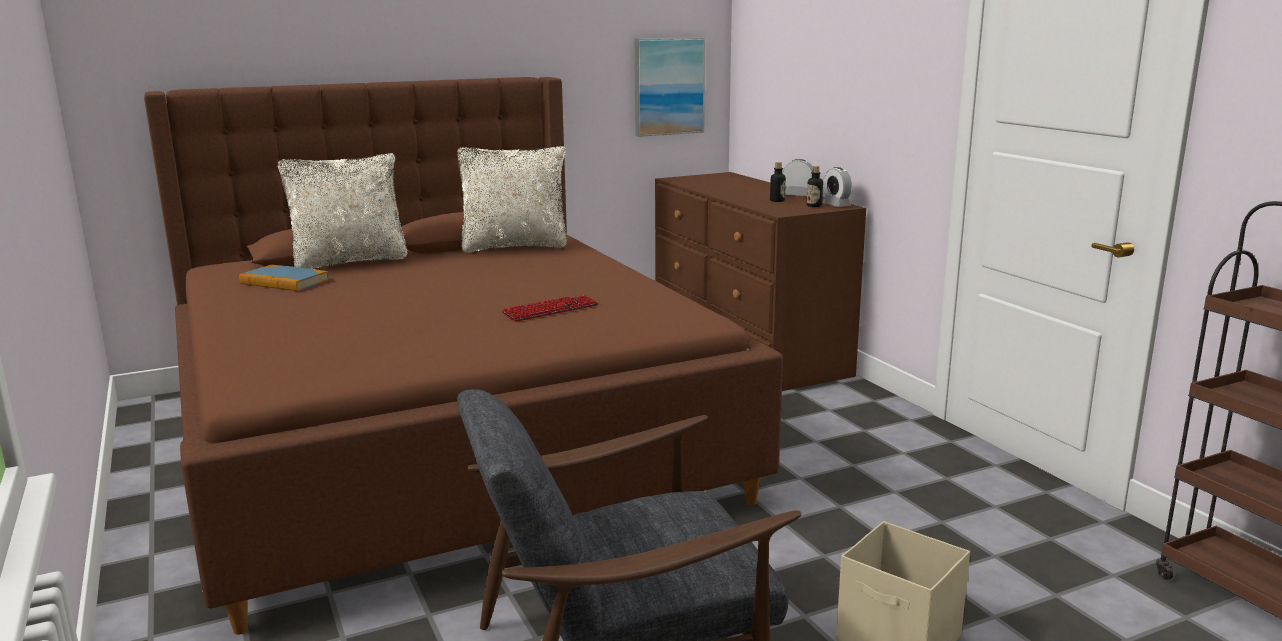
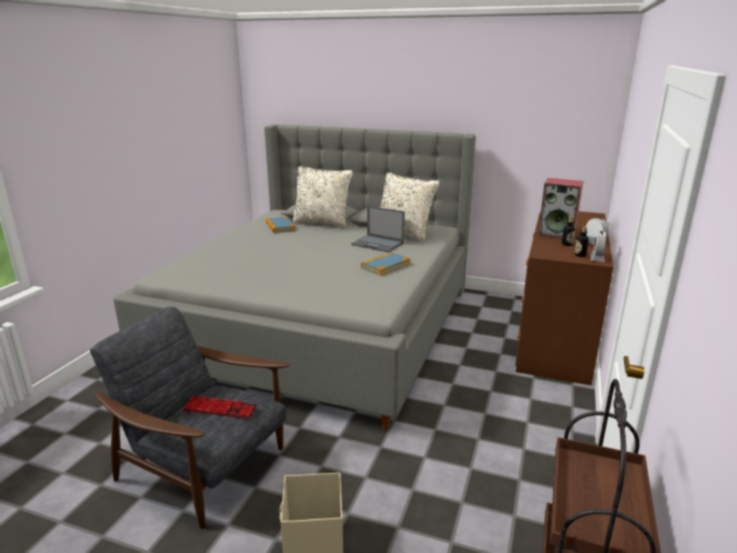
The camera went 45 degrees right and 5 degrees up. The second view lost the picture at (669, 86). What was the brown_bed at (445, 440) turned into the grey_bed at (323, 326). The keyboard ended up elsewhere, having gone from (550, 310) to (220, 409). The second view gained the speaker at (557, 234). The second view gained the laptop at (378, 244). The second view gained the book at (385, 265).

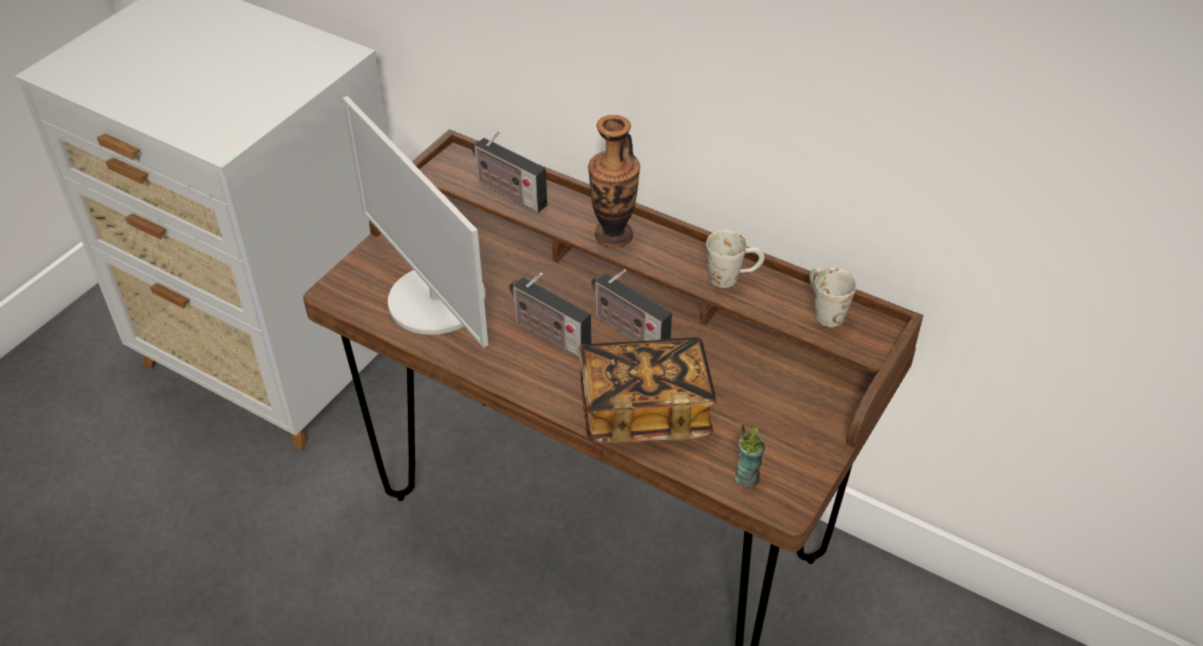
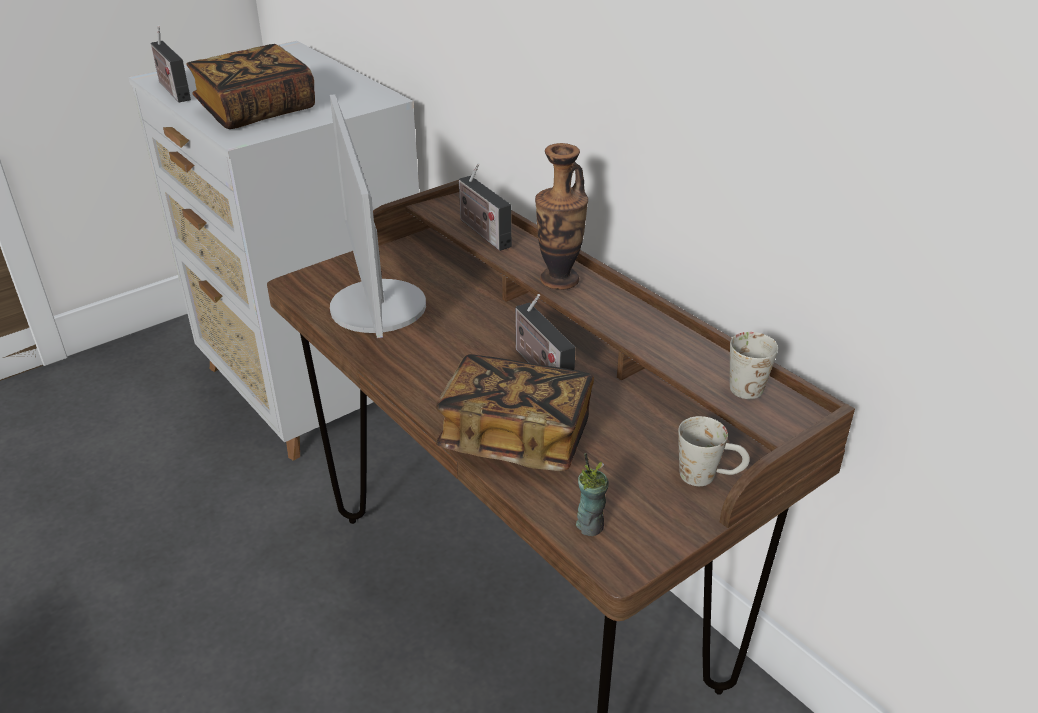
The camera went 20 degrees right and 10 degrees down. The white_mug ended up elsewhere, having gone from (732, 277) to (709, 476). The radio ended up elsewhere, having gone from (548, 334) to (172, 90). The second view gained the book at (256, 110).

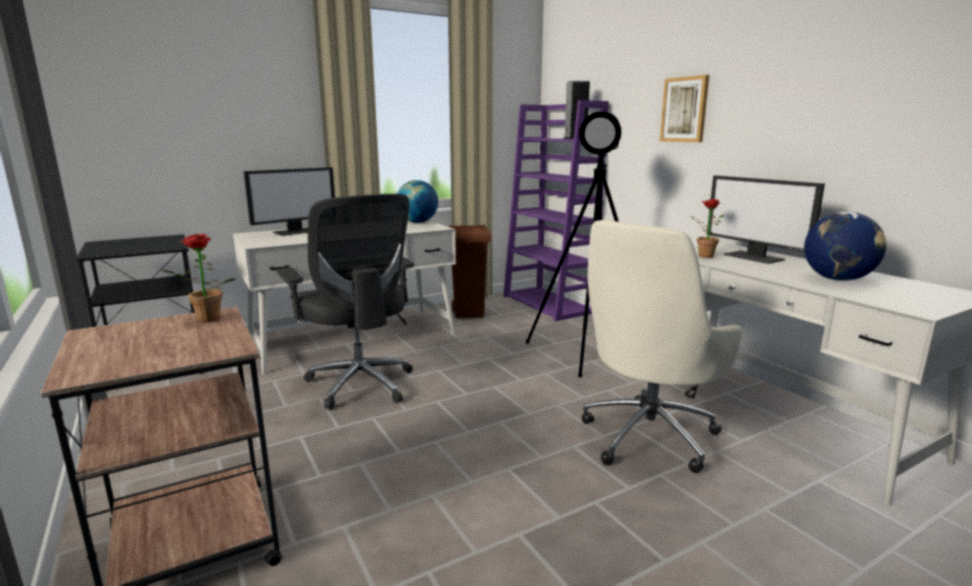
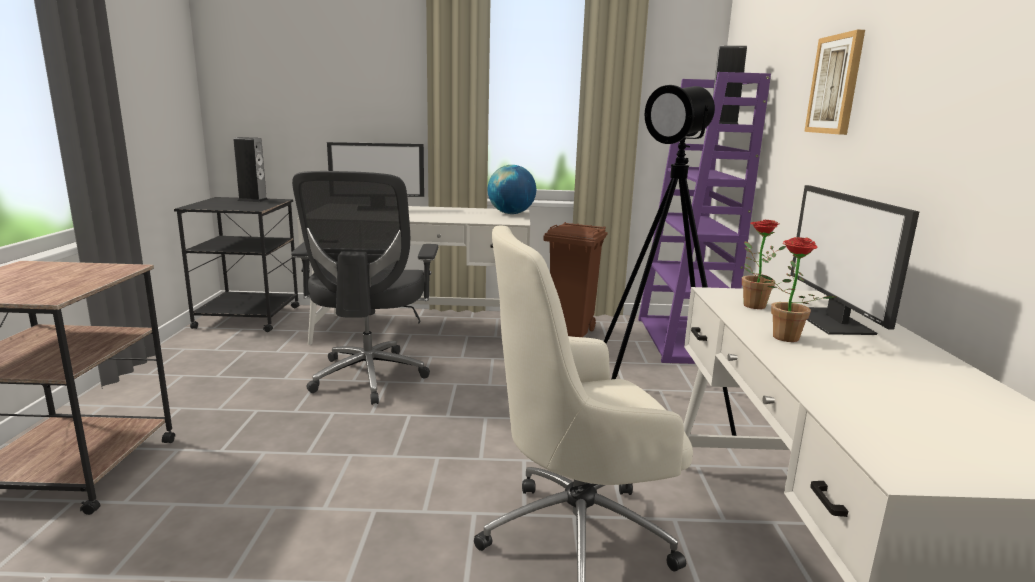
The camera went 30 degrees right and 0 degrees up. The second view lost the globe at (838, 279). The potted_plant ended up elsewhere, having gone from (205, 320) to (782, 339). The second view gained the speaker at (253, 200).

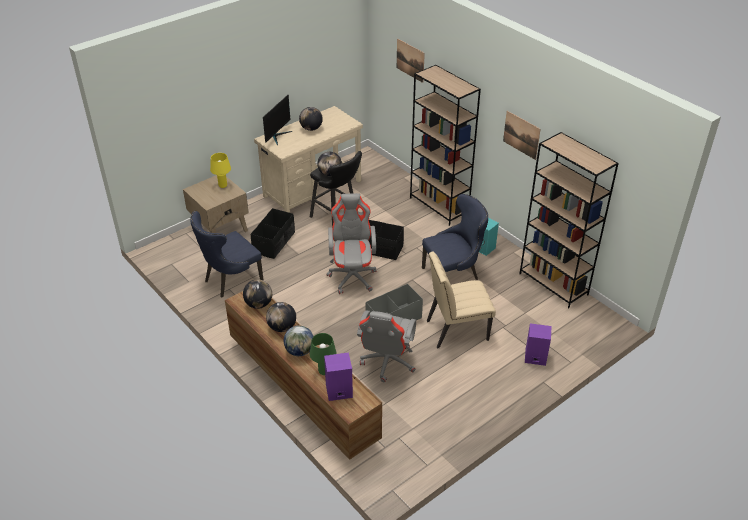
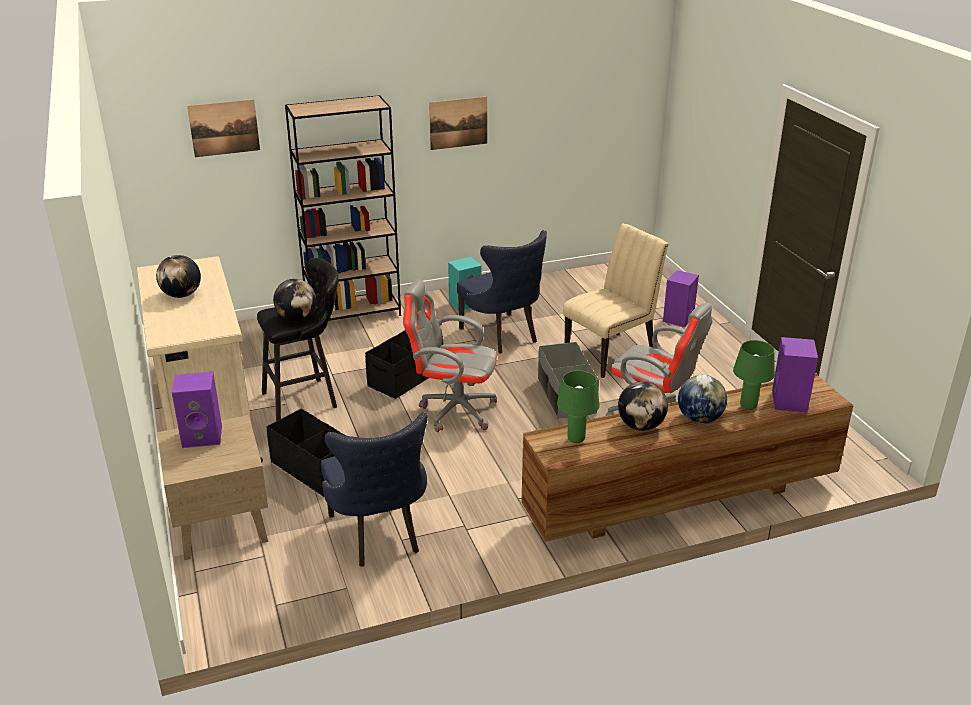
The camera went 70 degrees left and 10 degrees down. The second view lost the monitor at (277, 136). The second view lost the beige_bookcase at (554, 284). Where the yellow_table_lamp stood at (223, 186), the purple_speaker came to stand at (203, 436). The blue_chair at (453, 274) ended up facing another way, 150 degrees clockwise from before. The beige_chair at (457, 330) ended up facing another way, 135 degrees counterclockwise from before. Where the globe stood at (259, 304), the green_table_lamp came to stand at (576, 439).

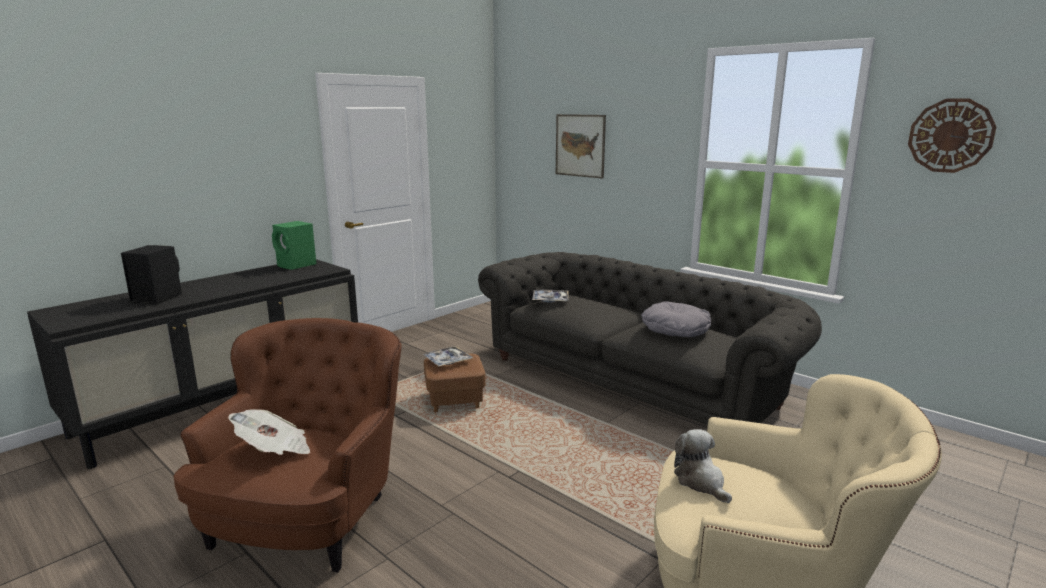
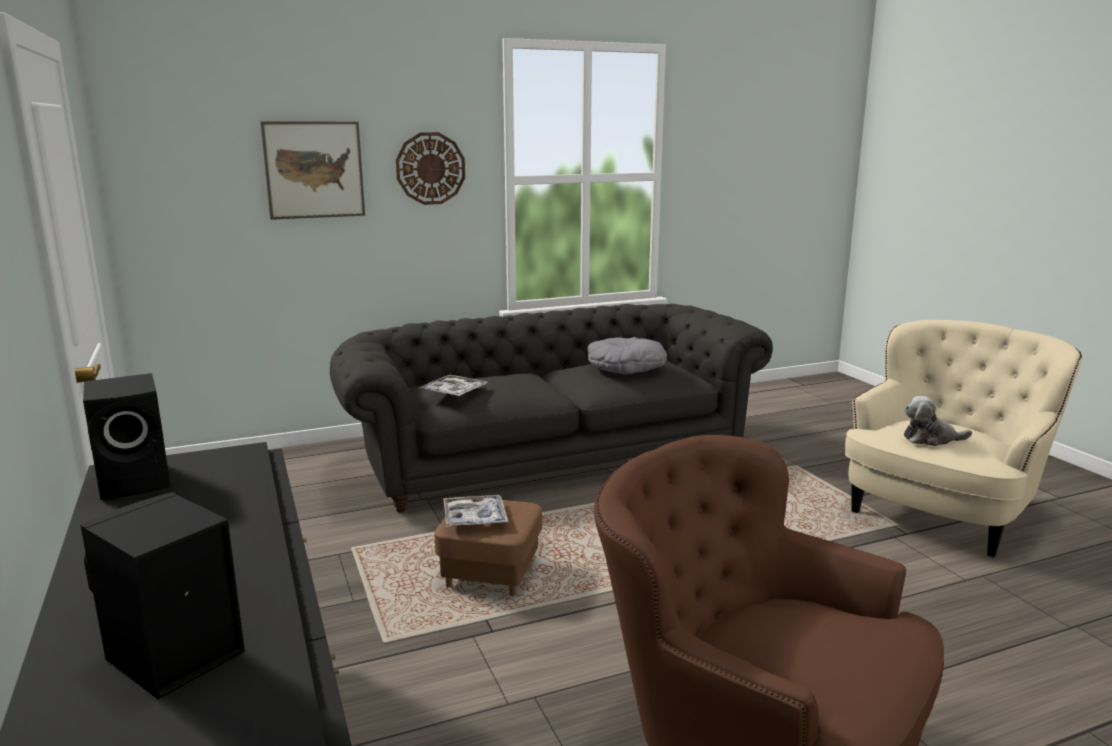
The camera went 65 degrees left and 0 degrees up. The wall_clock ended up elsewhere, having gone from (950, 135) to (430, 168). What was the green_speaker at (297, 265) turned into the black_speaker at (138, 481). The second view lost the newspaper at (274, 450).

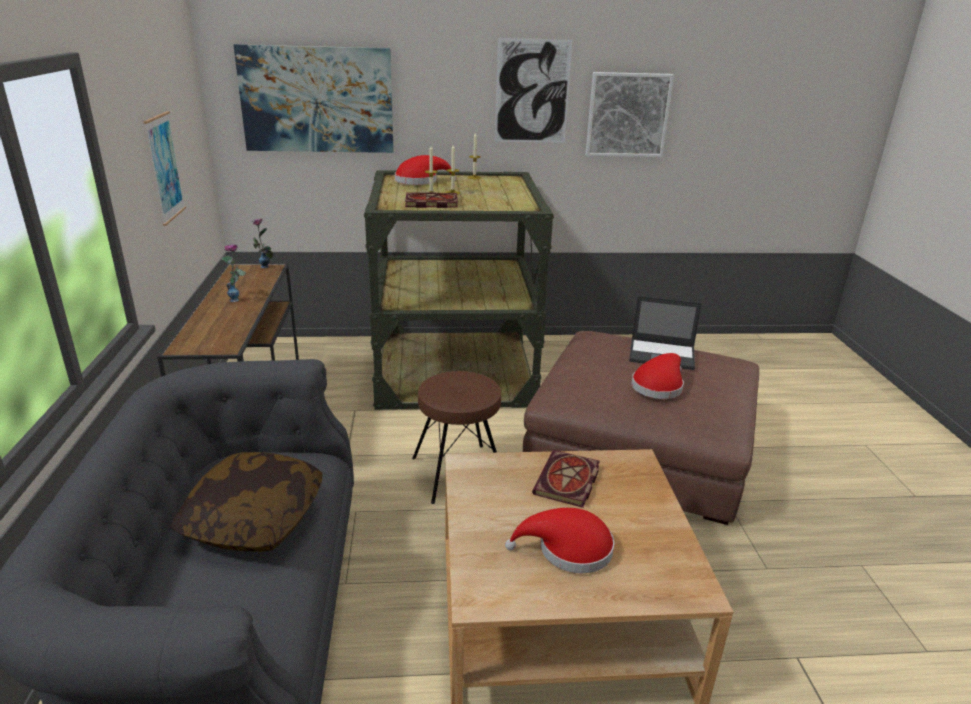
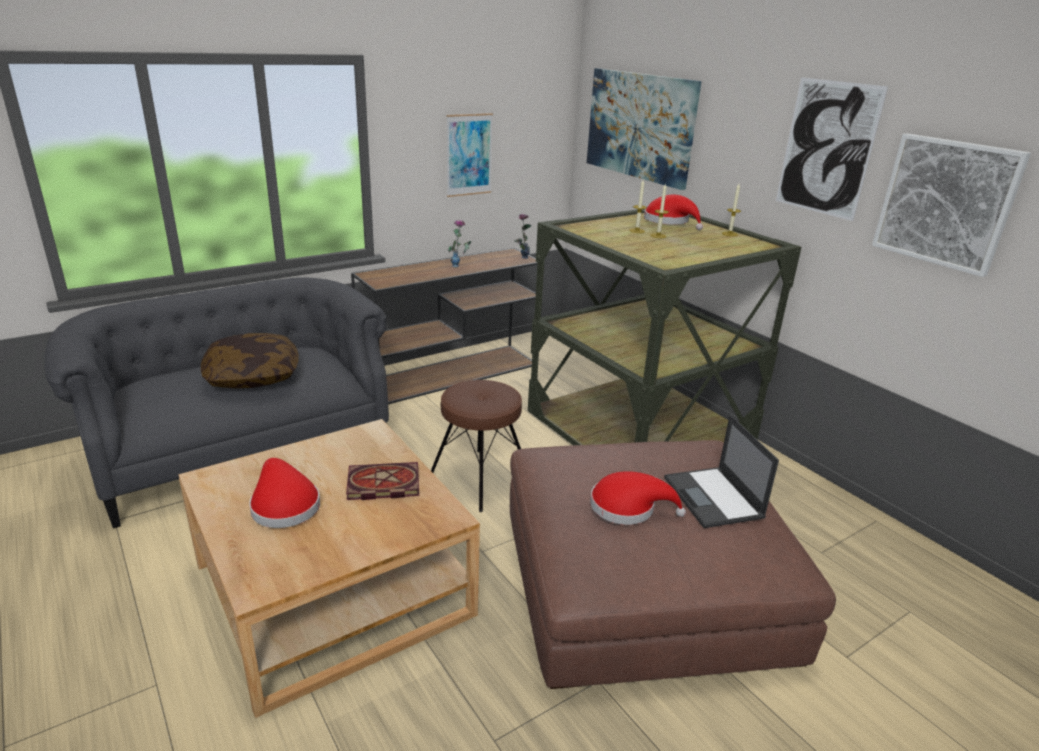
The camera went 60 degrees right and 0 degrees up. The second view lost the book at (430, 203).

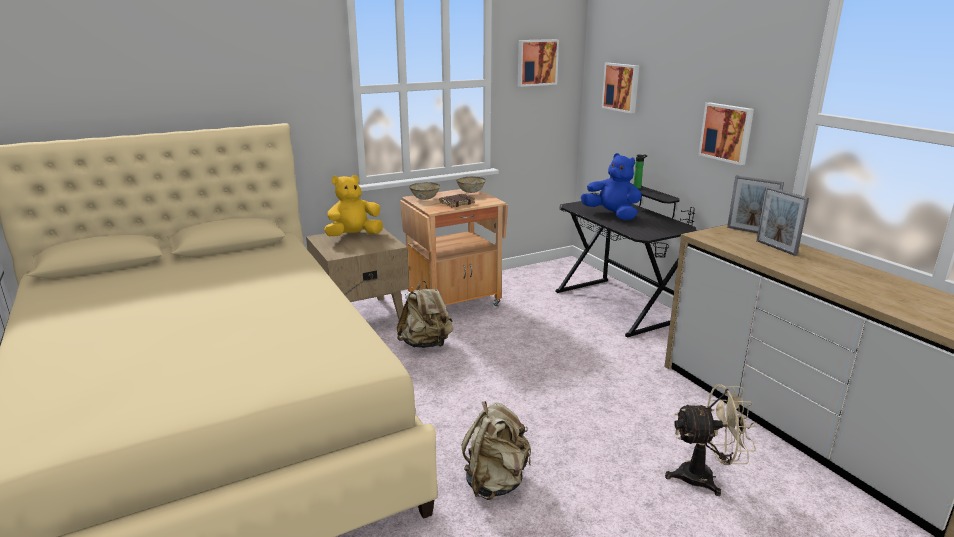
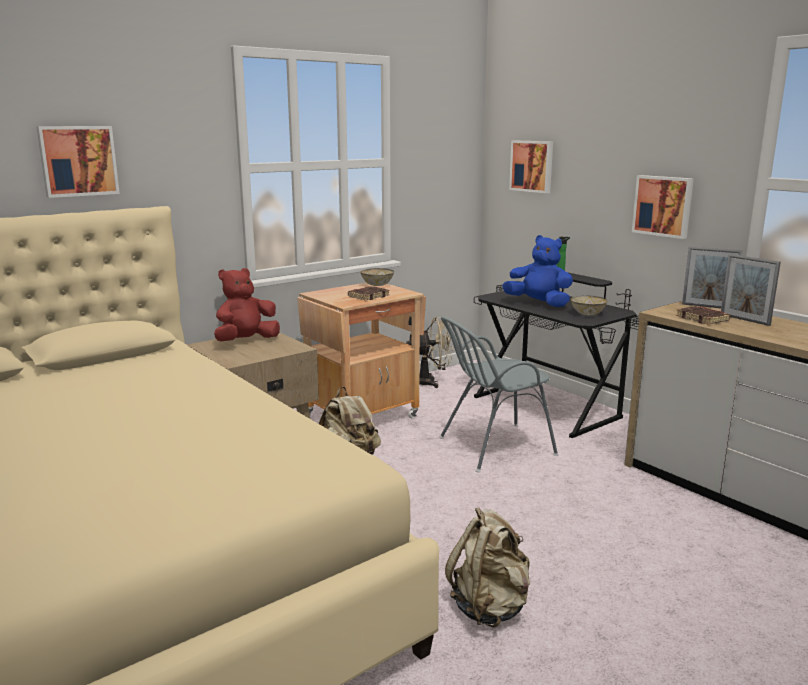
The camera went 10 degrees left and 5 degrees down. The picture ended up elsewhere, having gone from (536, 62) to (78, 161). What was the yellow_plush_toy at (354, 236) turned into the red_plush_toy at (246, 341). The bowl ended up elsewhere, having gone from (424, 198) to (587, 314). The beige_fan ended up elsewhere, having gone from (705, 477) to (430, 382). The second view gained the brown_book at (703, 319). The second view gained the grey_chair at (493, 447).

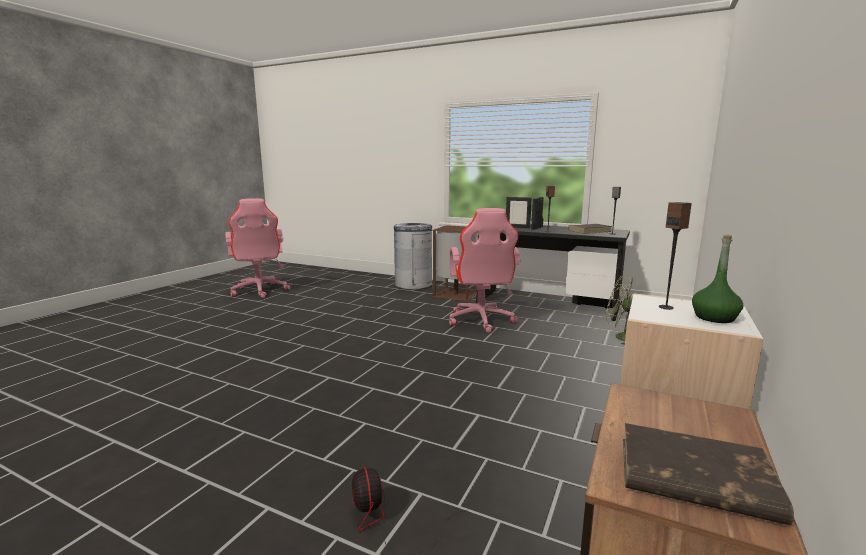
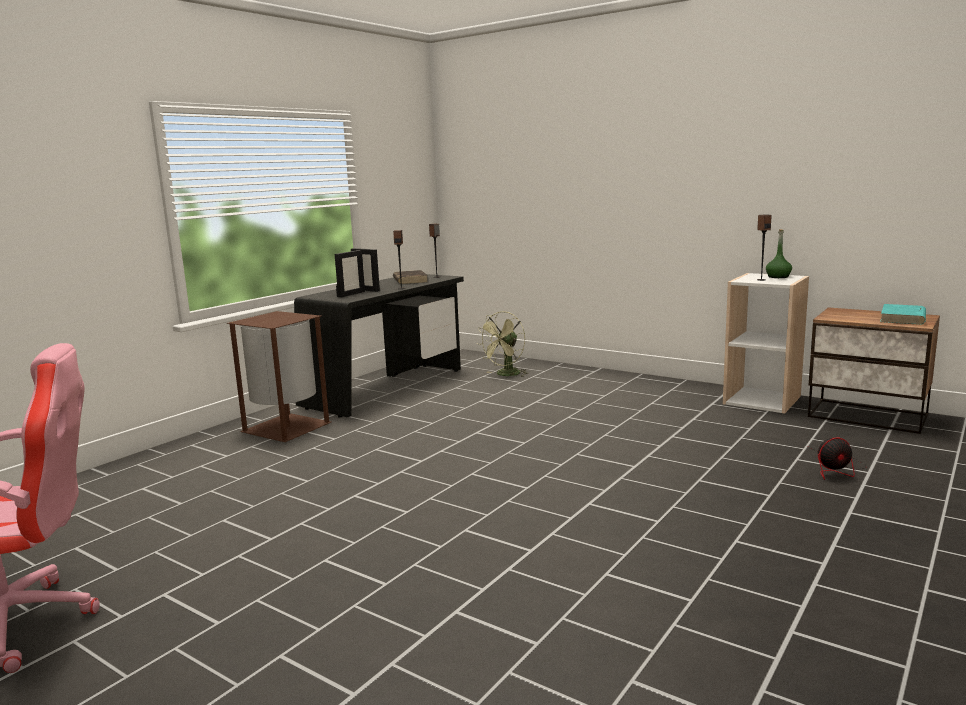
The camera went 80 degrees left and 0 degrees up. The second view lost the pink_office_chair at (481, 323). The second view lost the grey_trash_can at (413, 284). What was the brown_book at (693, 478) turned into the turquoise_book at (903, 318).

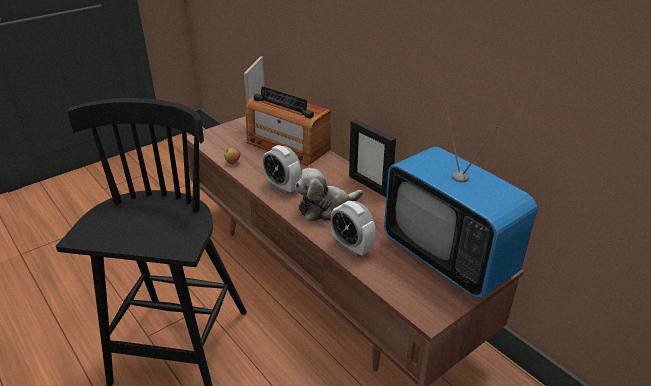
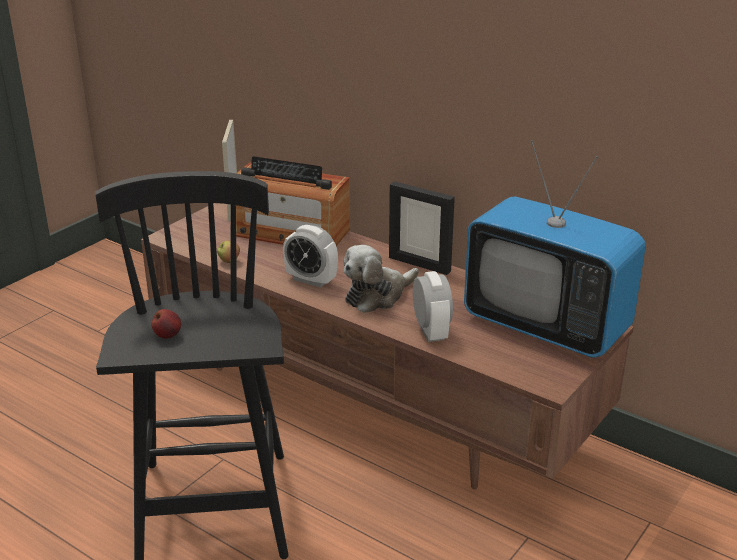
The camera went 15 degrees left and 5 degrees down. The alarm_clock at (352, 247) ended up facing another way, 135 degrees counterclockwise from before. The second view gained the apple at (167, 335).

